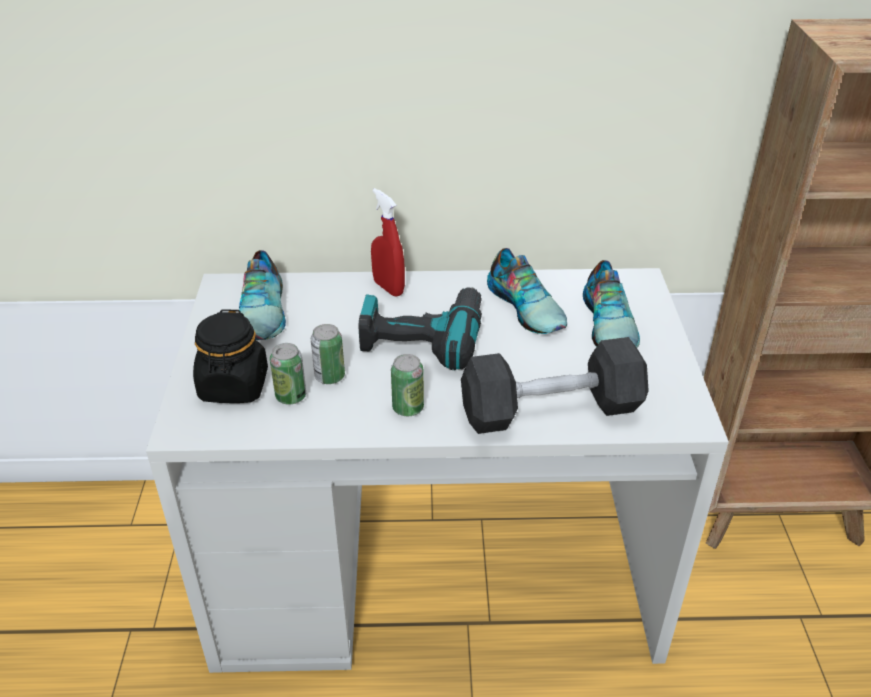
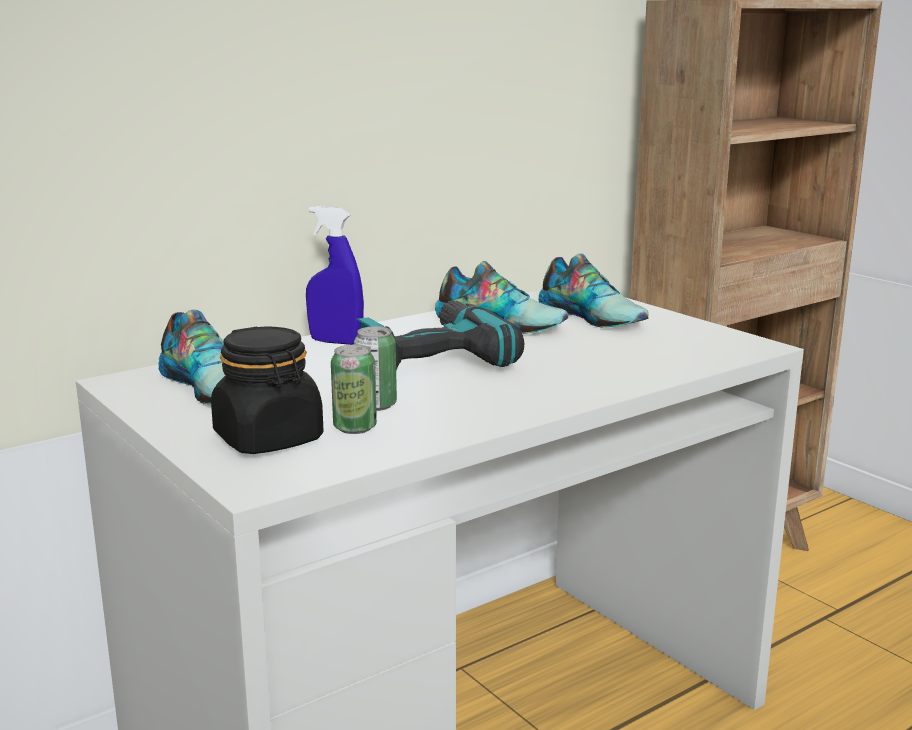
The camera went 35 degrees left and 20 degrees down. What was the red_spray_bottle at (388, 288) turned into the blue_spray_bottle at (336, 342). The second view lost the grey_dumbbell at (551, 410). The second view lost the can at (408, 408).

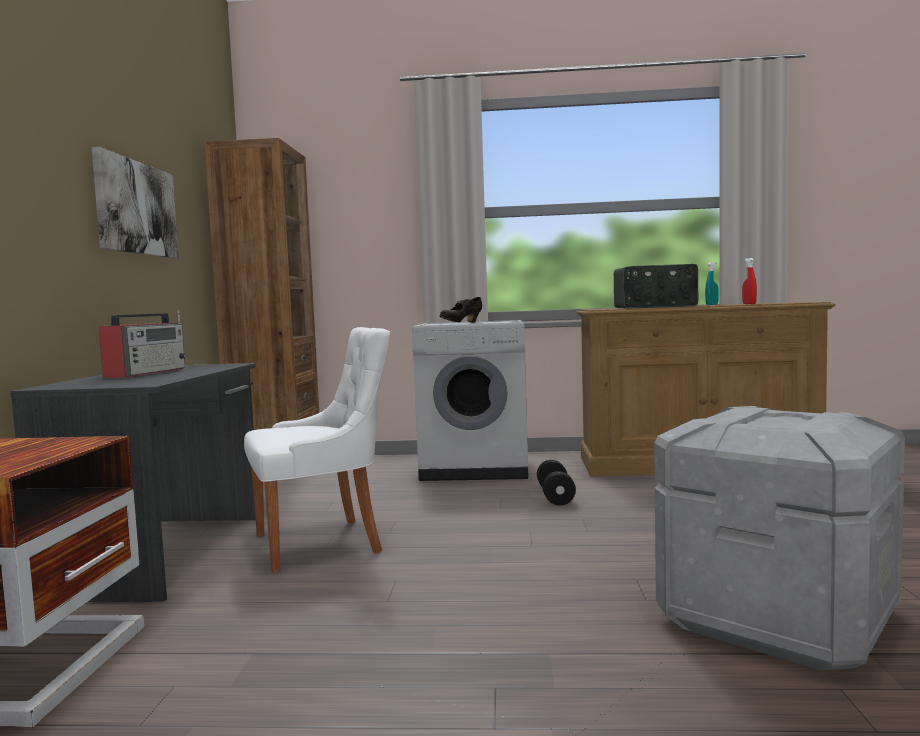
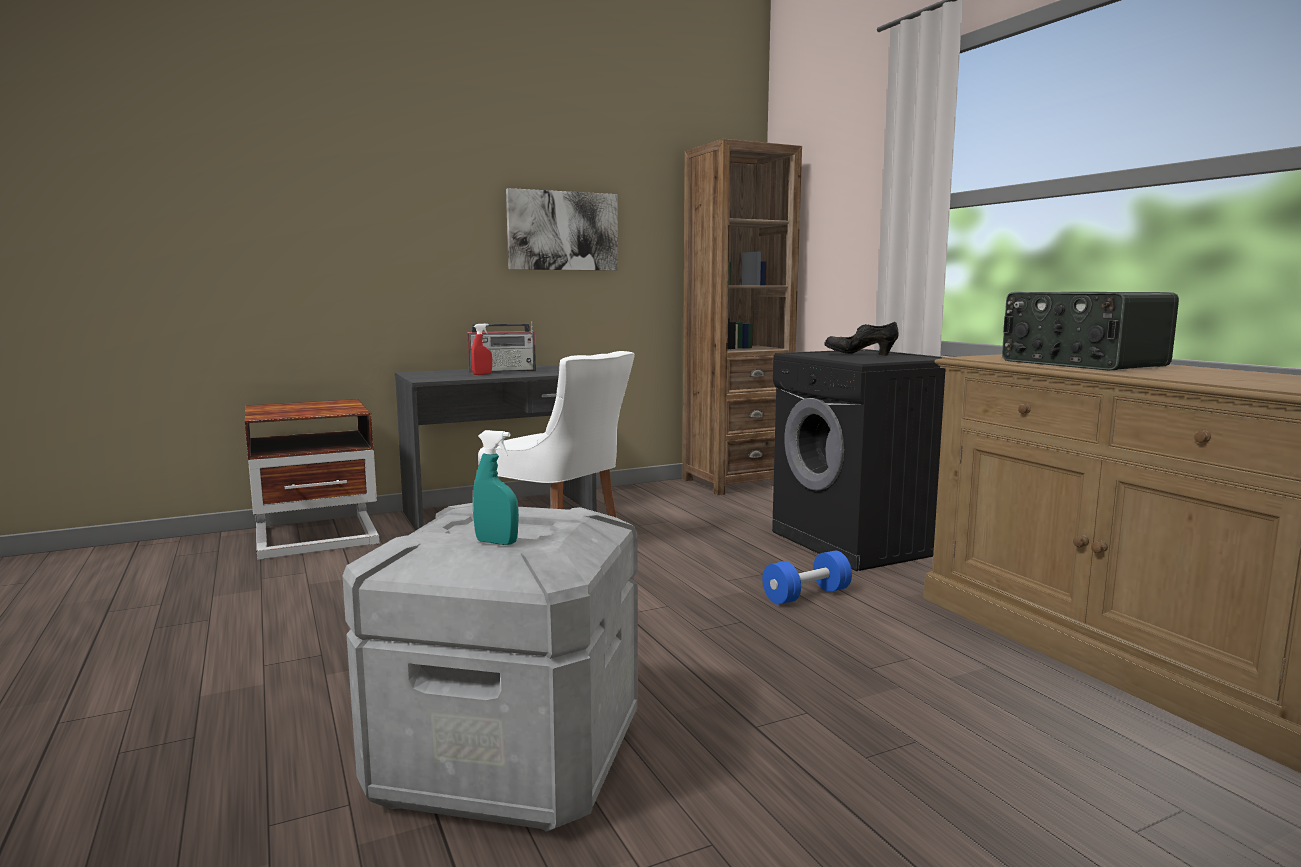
The camera went 60 degrees right and 5 degrees up. The red_spray_bottle ended up elsewhere, having gone from (749, 304) to (482, 374). The turquoise_spray_bottle ended up elsewhere, having gone from (711, 304) to (496, 542). What was the white_washing_machine at (475, 469) turned into the black_washing_machine at (854, 543). What was the black_dumbbell at (555, 496) turned into the blue_dumbbell at (806, 595).

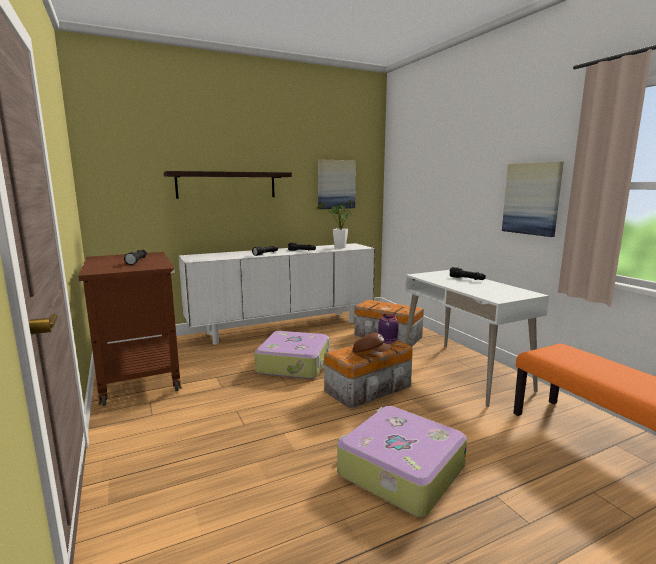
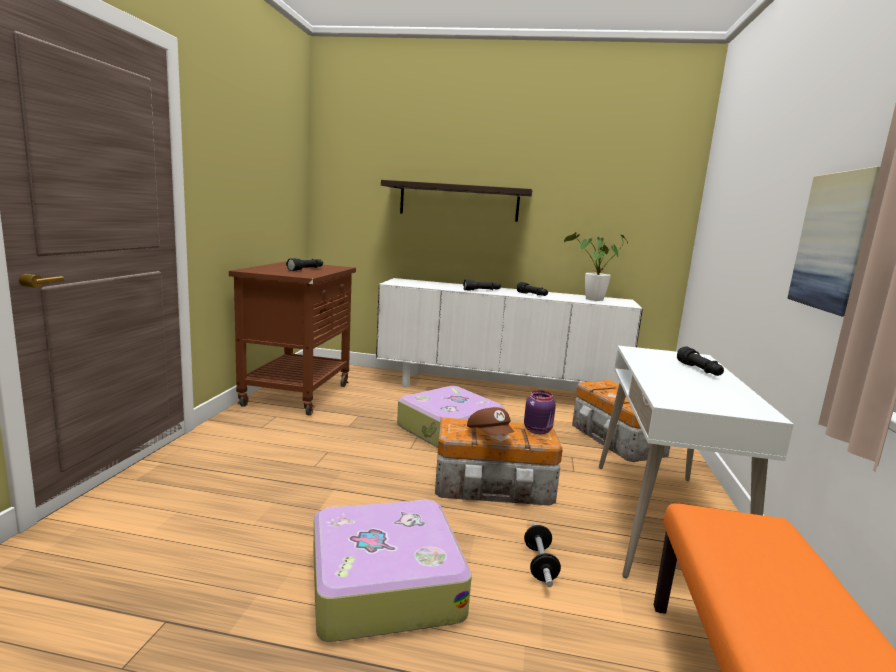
The camera went 35 degrees right and 0 degrees up. The second view lost the picture at (336, 184). The second view gained the dumbbell at (540, 564).

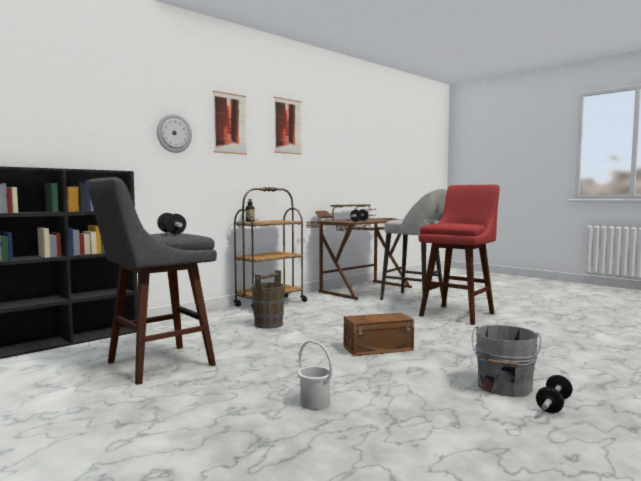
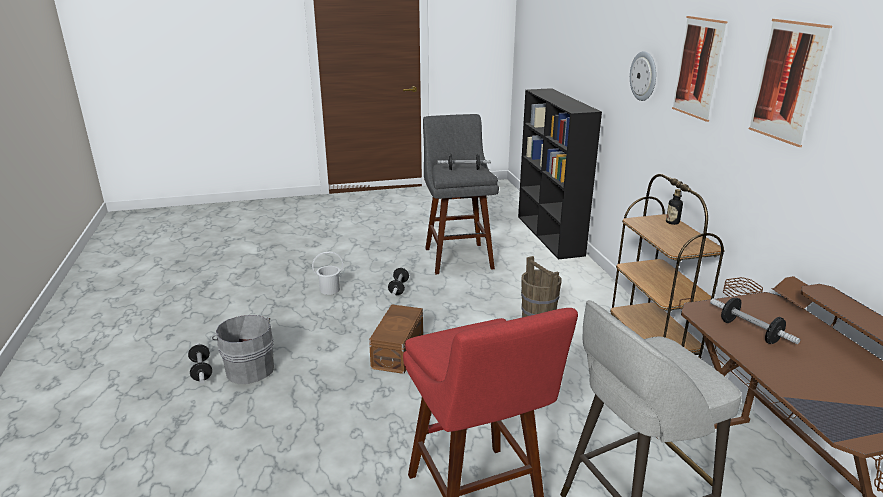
The camera went 120 degrees right and 20 degrees up. The second view gained the dumbbell at (399, 288).

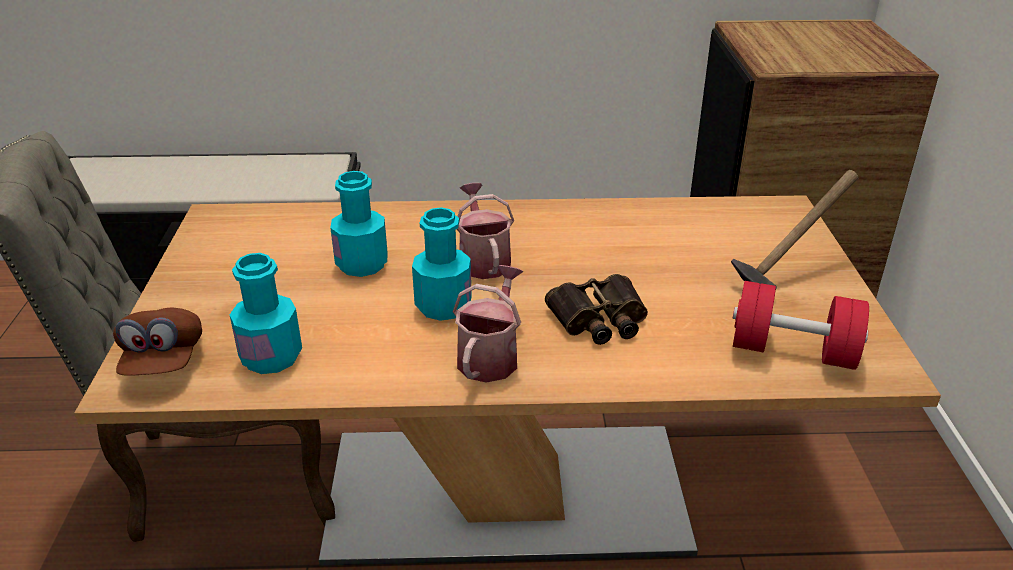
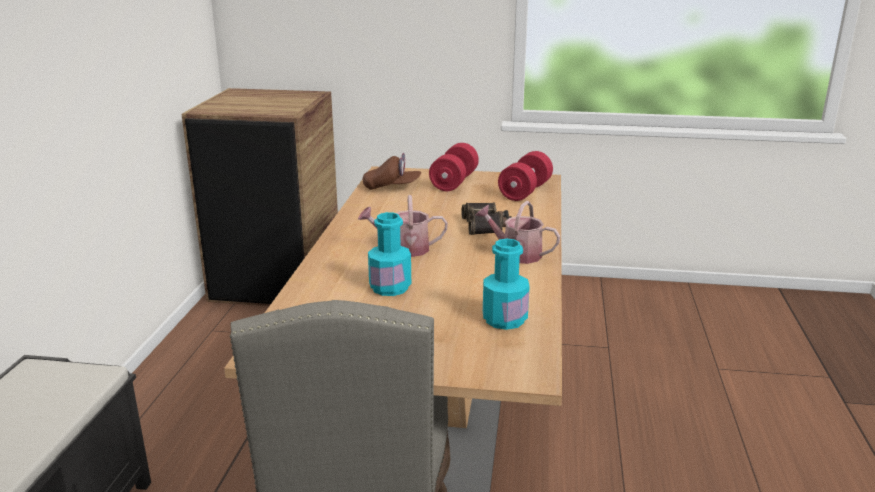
The camera went 80 degrees left and 10 degrees down. Where the hammer stood at (786, 273), the red_dumbbell came to stand at (454, 182). The second view lost the turquoise_bottle at (443, 306). The brown_cap ended up elsewhere, having gone from (164, 361) to (392, 187).

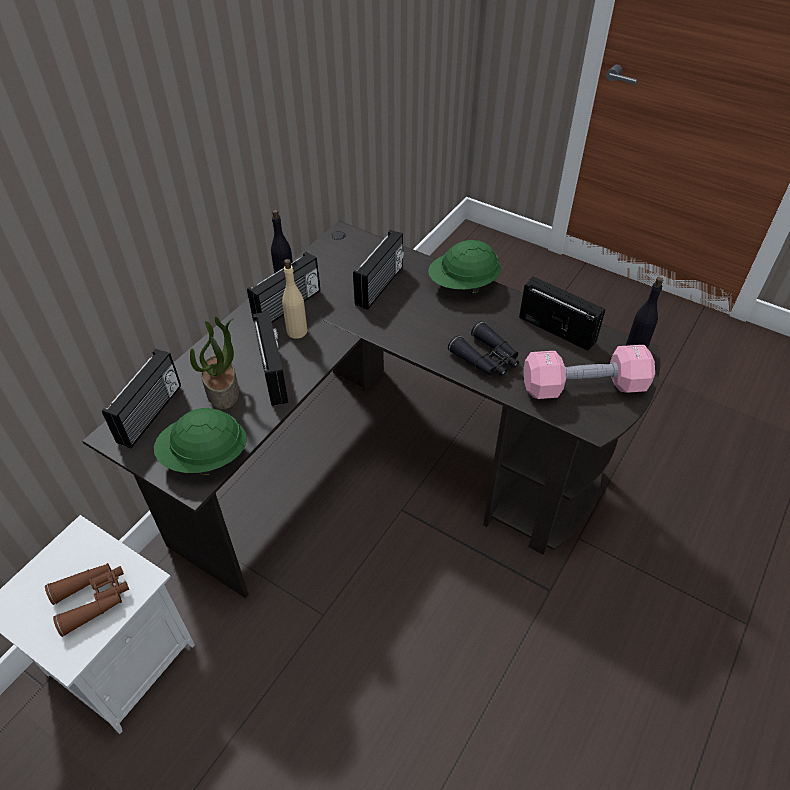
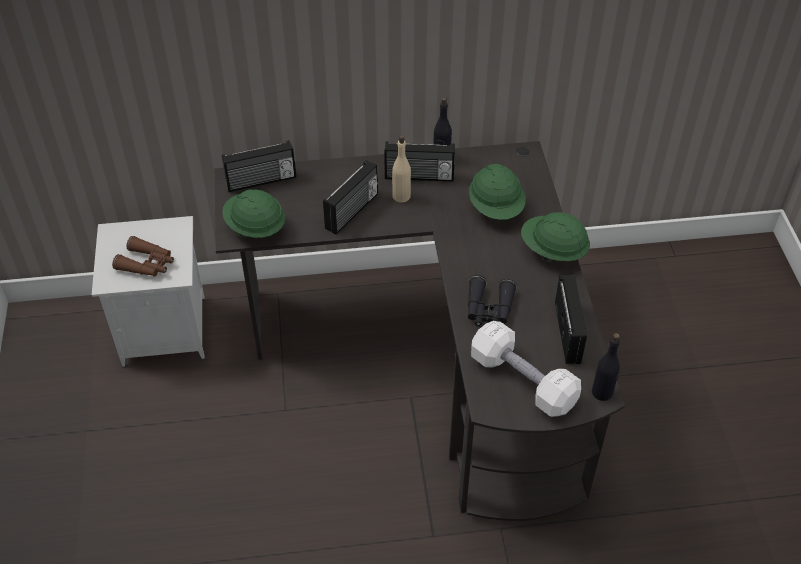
The camera went 50 degrees right and 0 degrees up. Where the radio stood at (381, 286), the green_hard_hat came to stand at (496, 208). The second view lost the potted_plant at (223, 390). What was the pink_dumbbell at (583, 387) turned into the white_dumbbell at (523, 381).

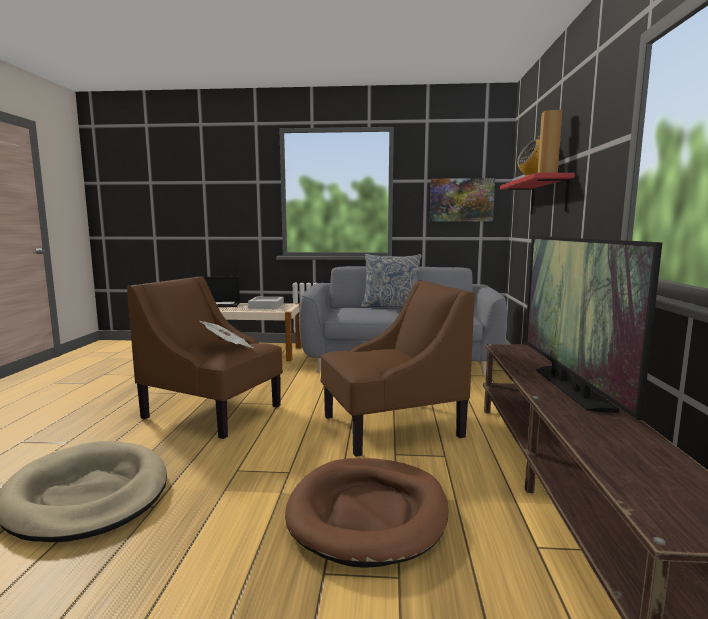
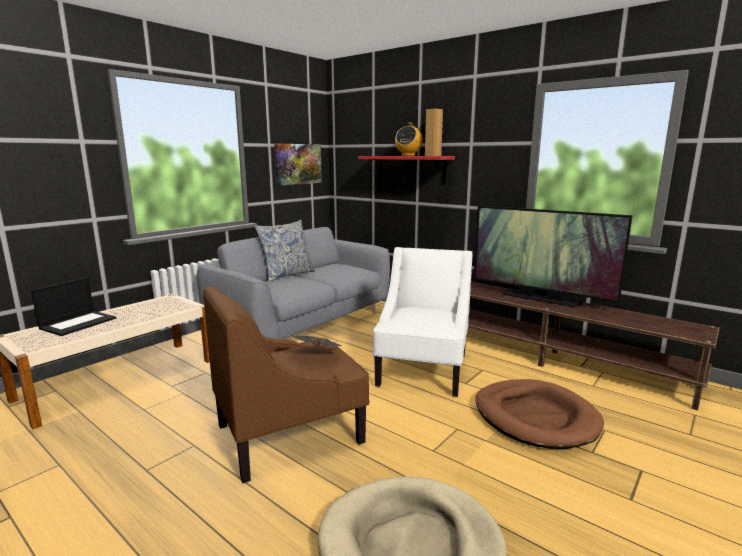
The camera went 55 degrees left and 5 degrees up. What was the brown_armchair at (391, 427) turned into the white_armchair at (423, 370). The second view lost the grey_tray at (266, 305).

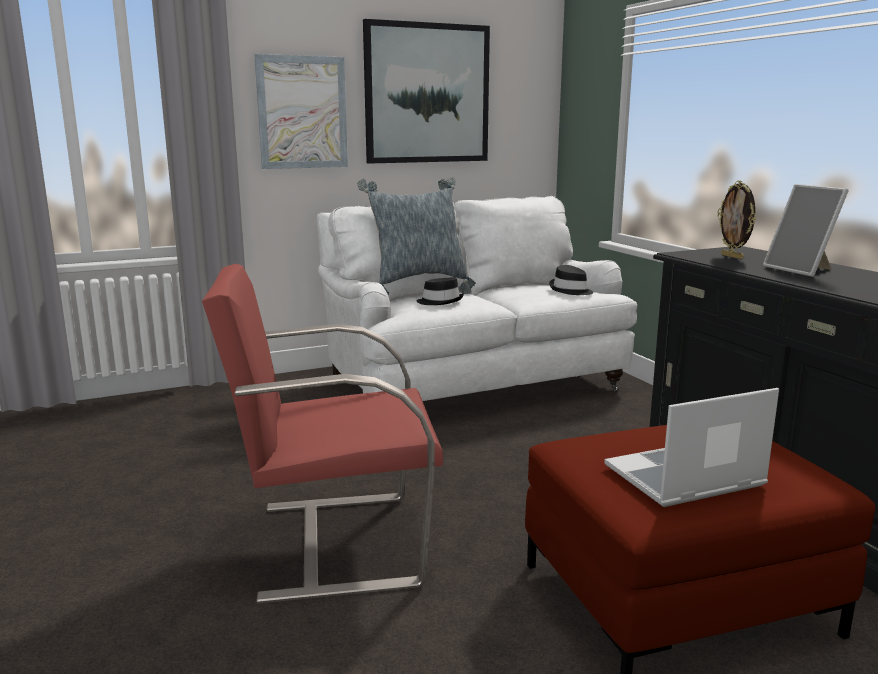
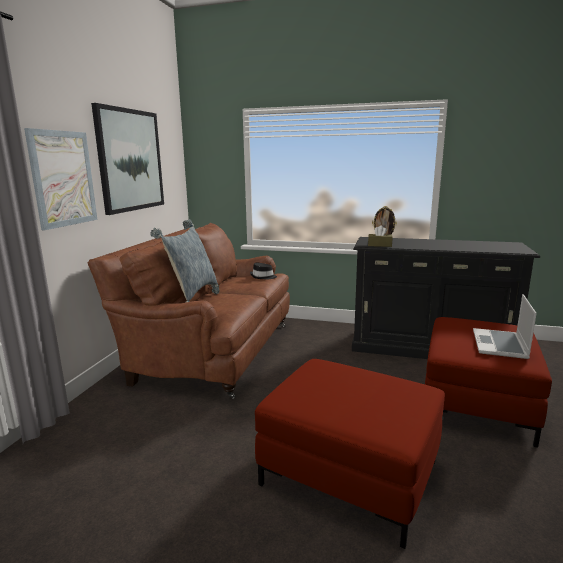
The camera went 50 degrees left and 0 degrees up. The second view lost the picture_frame at (802, 270). What was the white_sofa at (470, 381) turned into the brown_sofa at (210, 350). Where the red_armchair stood at (335, 543), the red_ottoman came to stand at (348, 473). The second view lost the black_hat at (440, 301). The second view gained the brown_tissue_box at (379, 245).

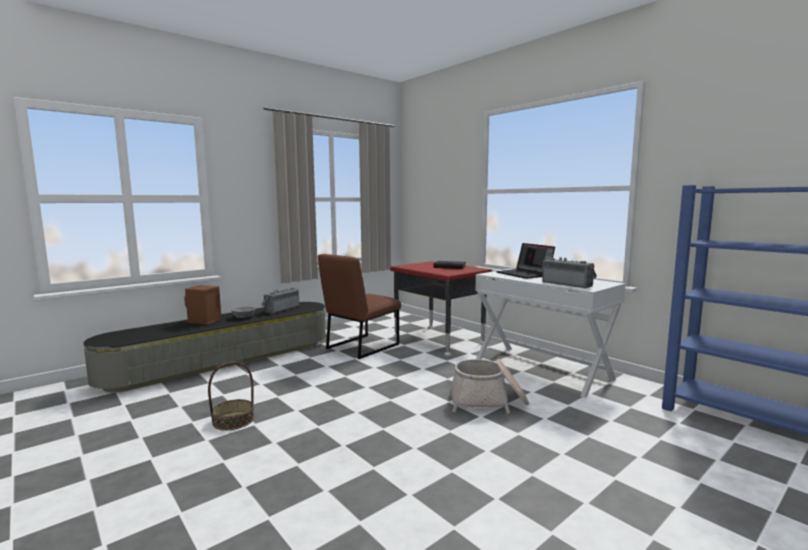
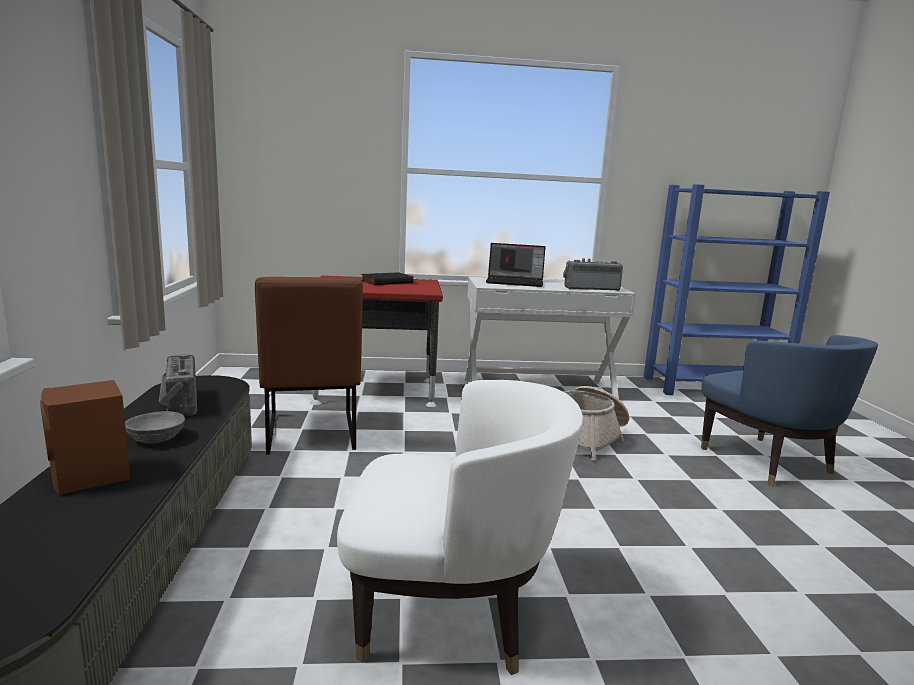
The camera went 55 degrees left and 5 degrees up. Where the basket stood at (233, 420), the white_armchair came to stand at (449, 613). The second view gained the blue_armchair at (768, 462).

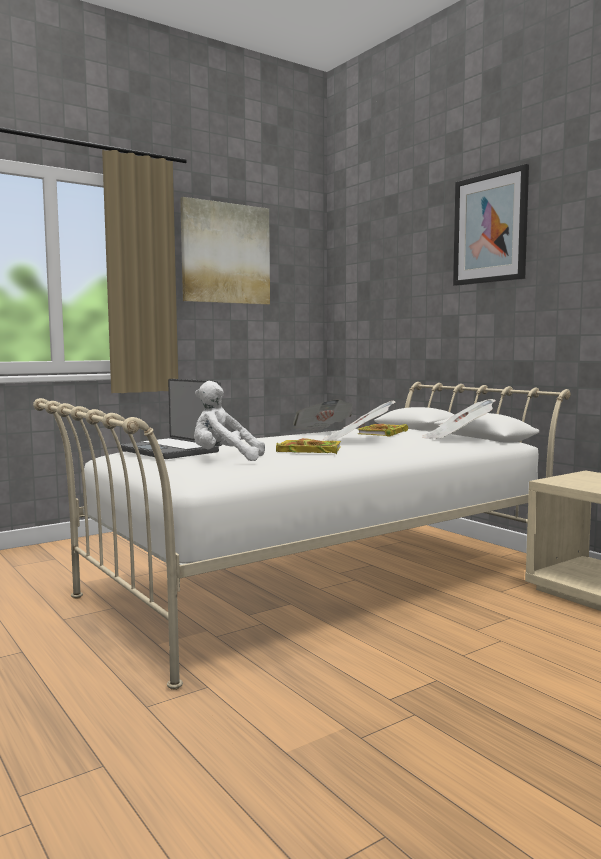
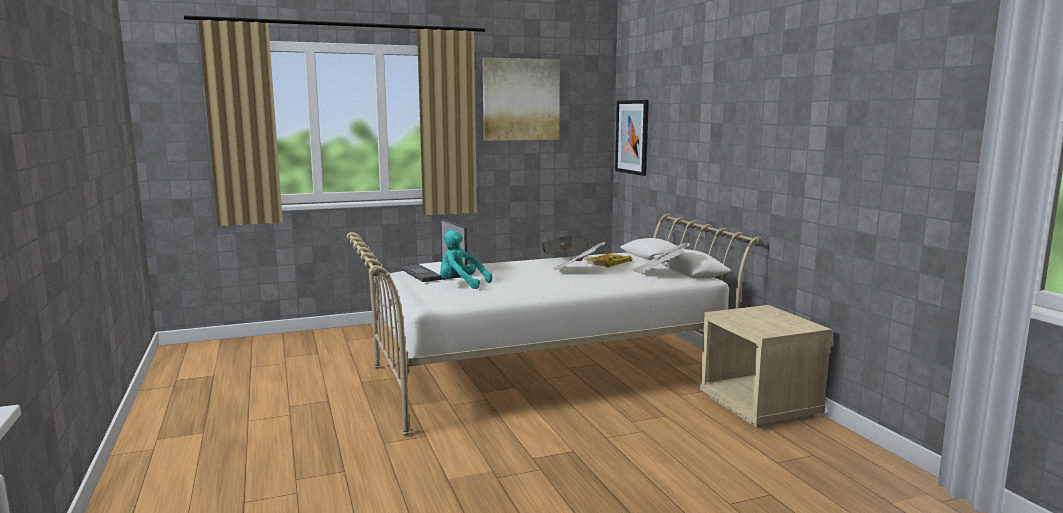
The camera went 15 degrees right and 5 degrees up. The picture ended up elsewhere, having gone from (490, 228) to (632, 137). What was the white_plush_toy at (224, 459) turned into the turquoise_plush_toy at (461, 284). The second view lost the book at (308, 451).

